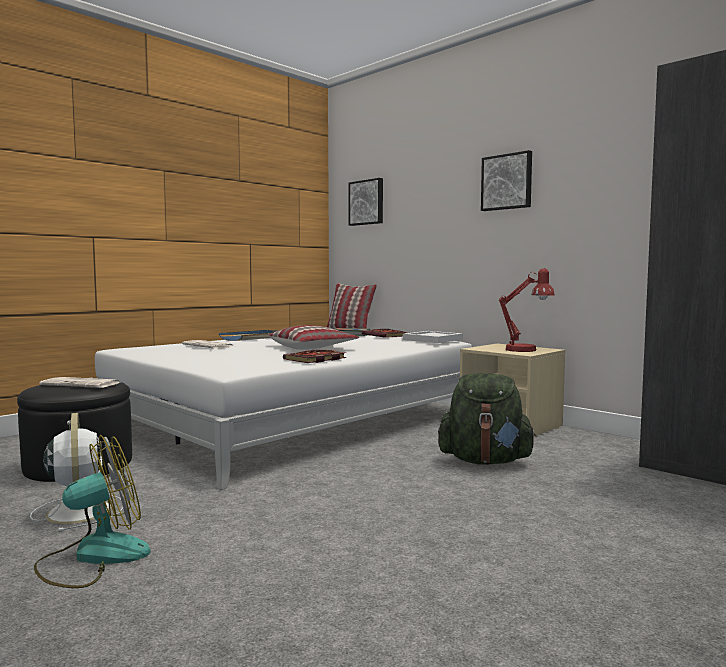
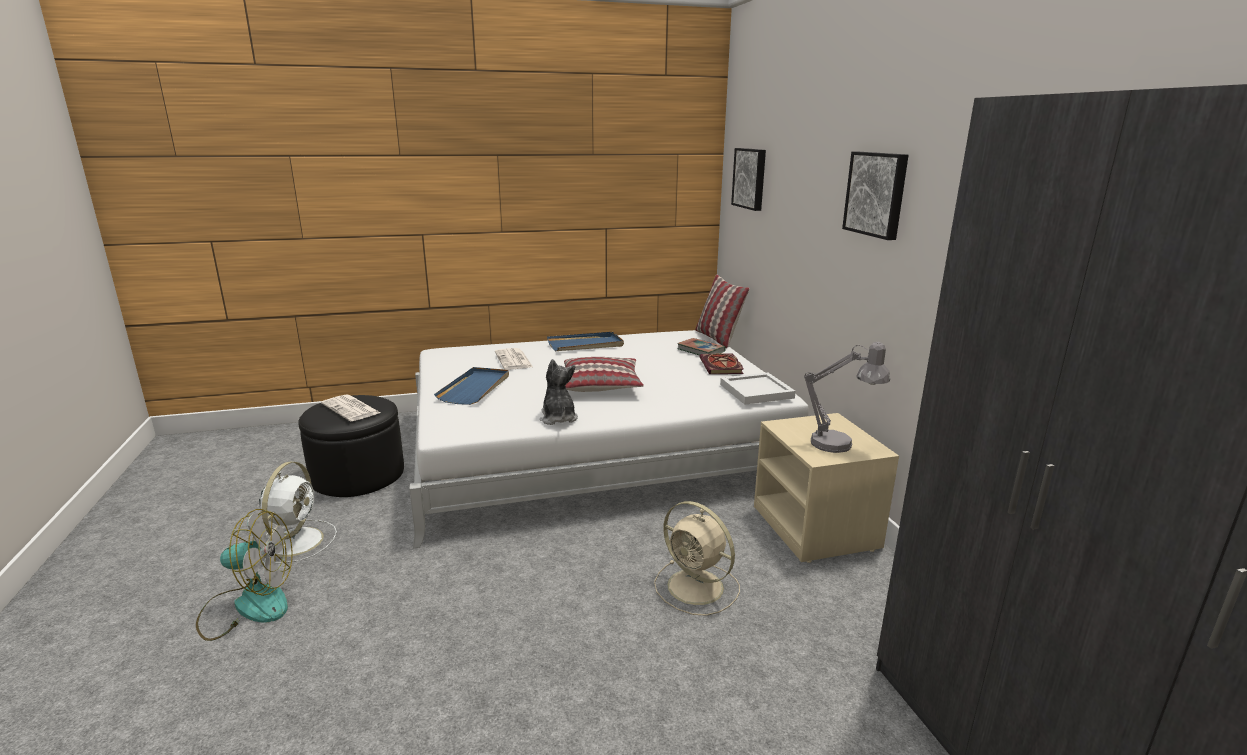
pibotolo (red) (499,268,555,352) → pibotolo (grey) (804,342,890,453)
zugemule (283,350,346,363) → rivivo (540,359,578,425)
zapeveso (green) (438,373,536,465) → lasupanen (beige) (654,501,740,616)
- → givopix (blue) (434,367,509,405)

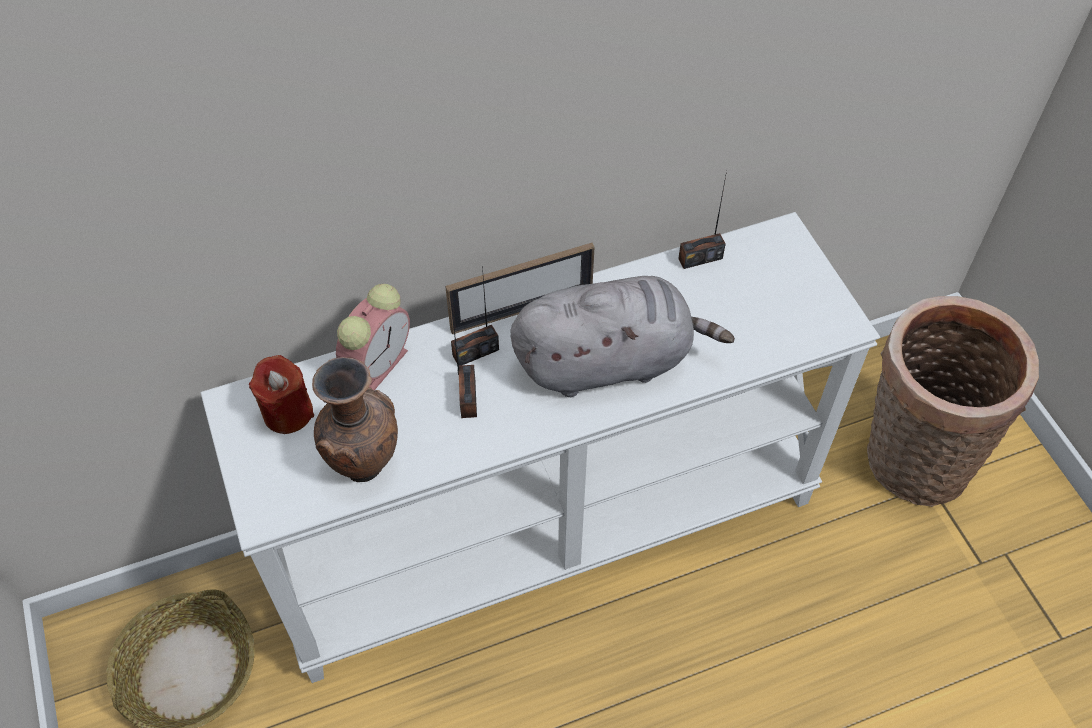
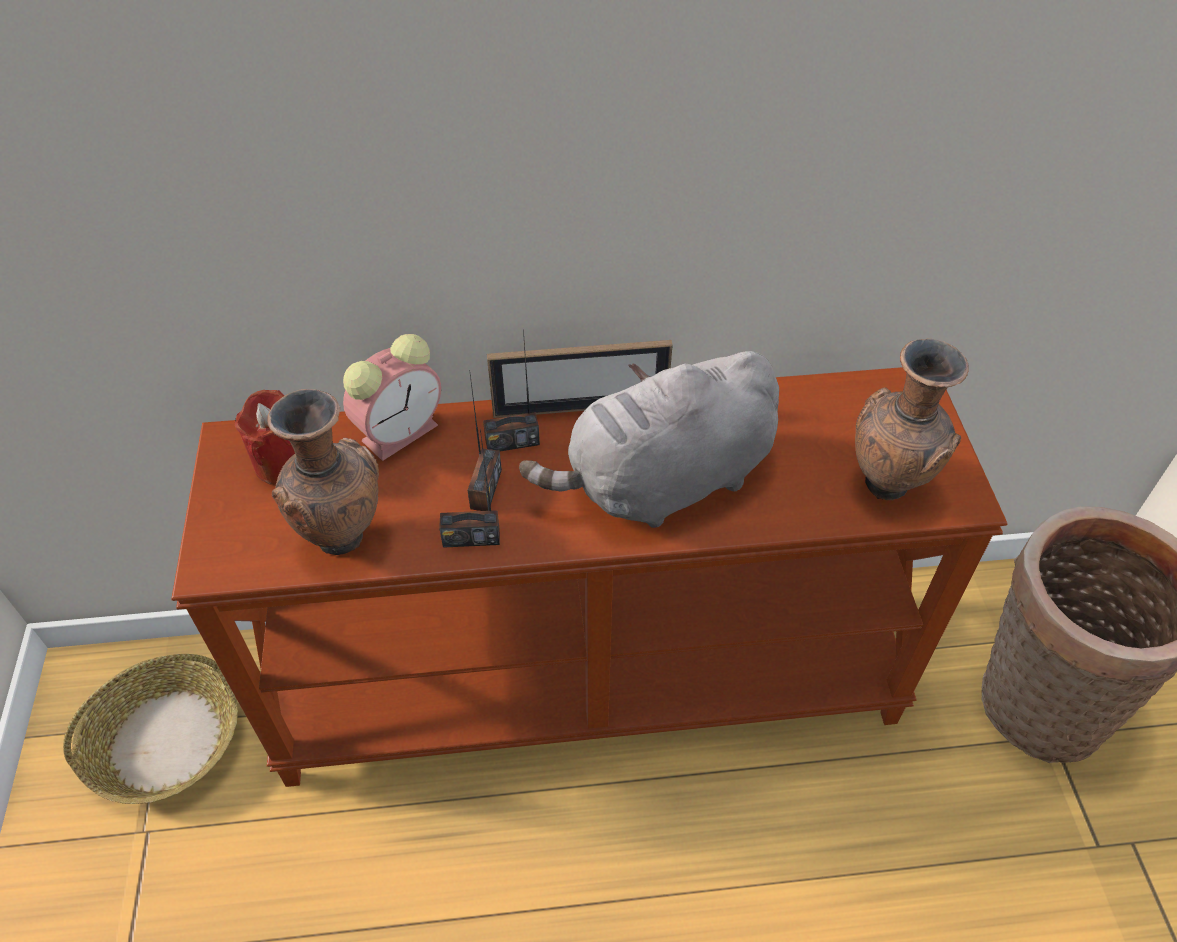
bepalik (678,171,727,269) → bepalik (439,429,500,548), move
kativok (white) (201,212,880,683) → kativok (brown) (171,367,1008,787)
rivivo (grey) (510,276,735,397) → rivivo (grey) (519,351,779,528), 150 degrees clockwise
- → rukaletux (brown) (855,338,969,501)

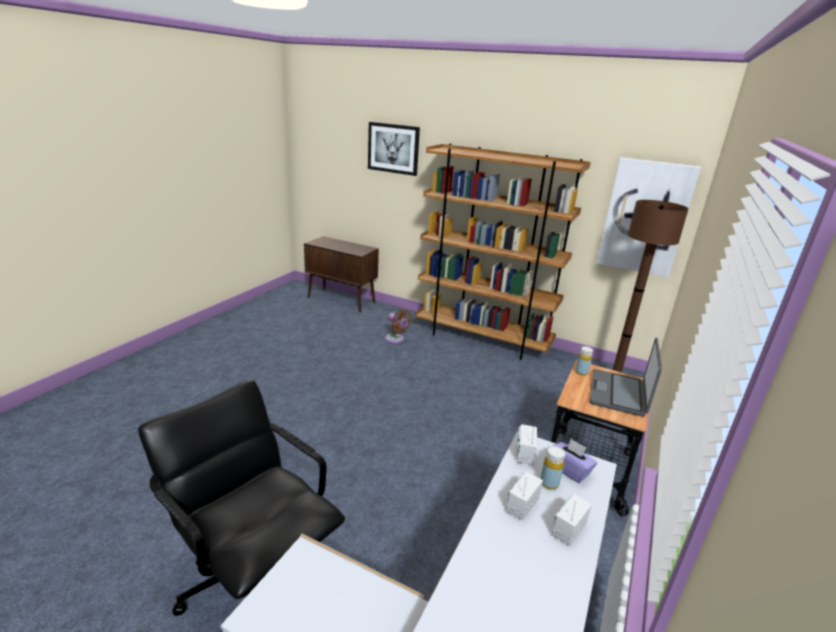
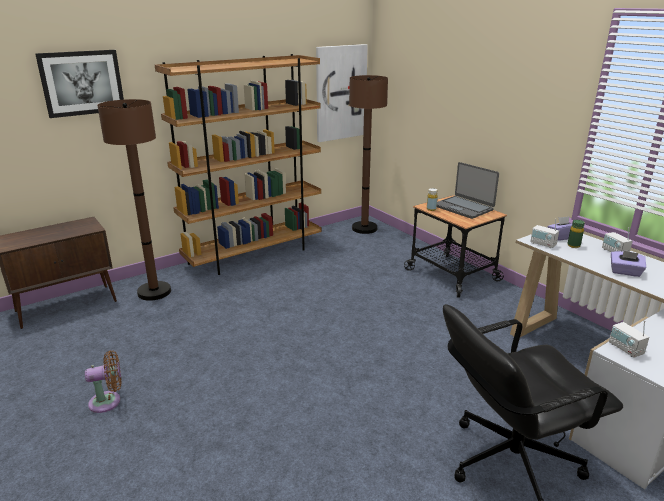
lasupanen (brown) (385,309,412,343) → lasupanen (brown) (85,350,121,413), move
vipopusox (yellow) (540,446,565,490) → vipopusox (green) (568,220,585,248)
bepalik (506,472,543,520) → bepalik (609,320,649,357), move
- → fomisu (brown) (97,99,171,301)
- → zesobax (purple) (611,251,646,277)

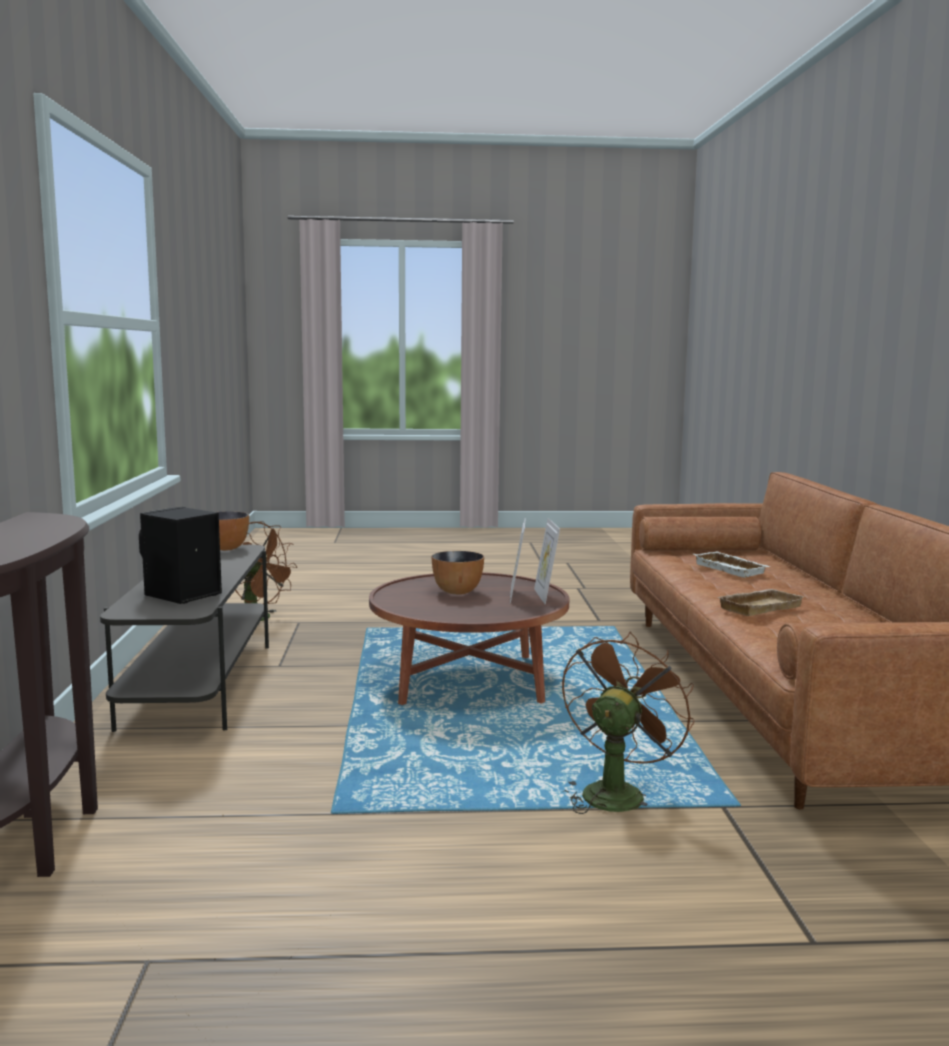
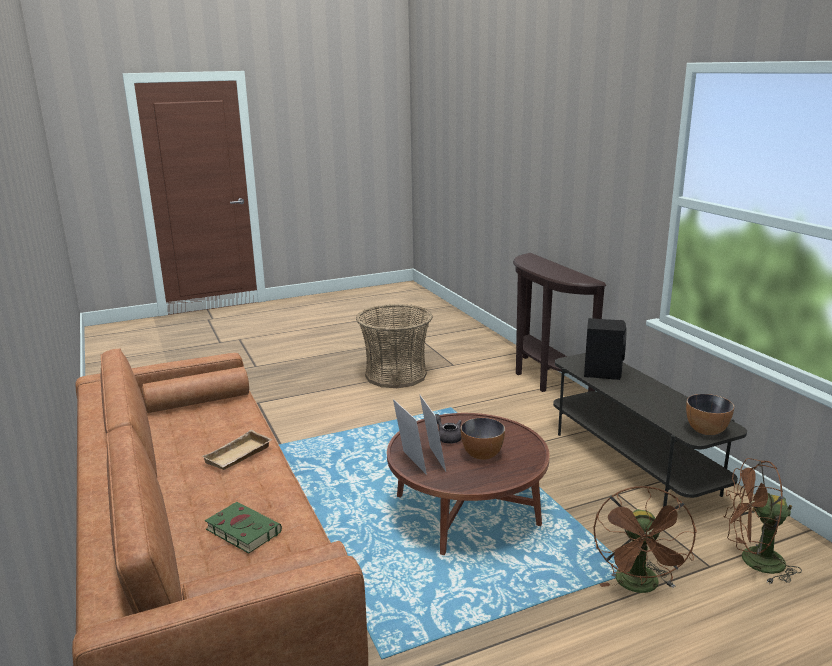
givopix (white) (694,551,771,578) → zugemule (green) (205,502,282,554)
lasupanen (brown) (562,632,694,814) → lasupanen (brown) (593,486,697,593), move
- → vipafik (356,304,433,388)
- → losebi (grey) (435,414,462,444)

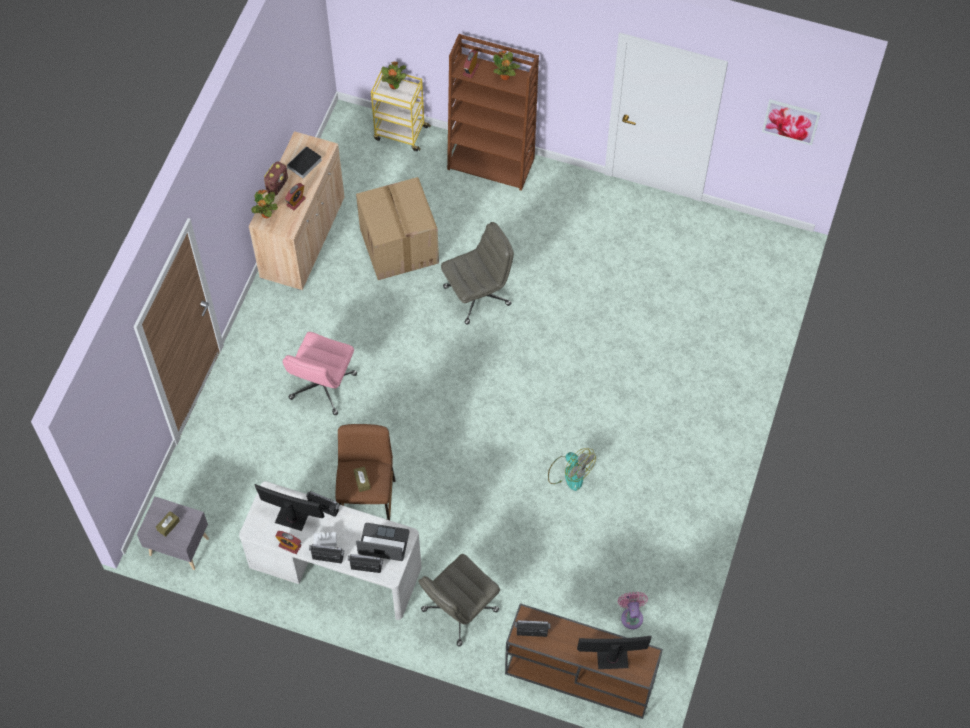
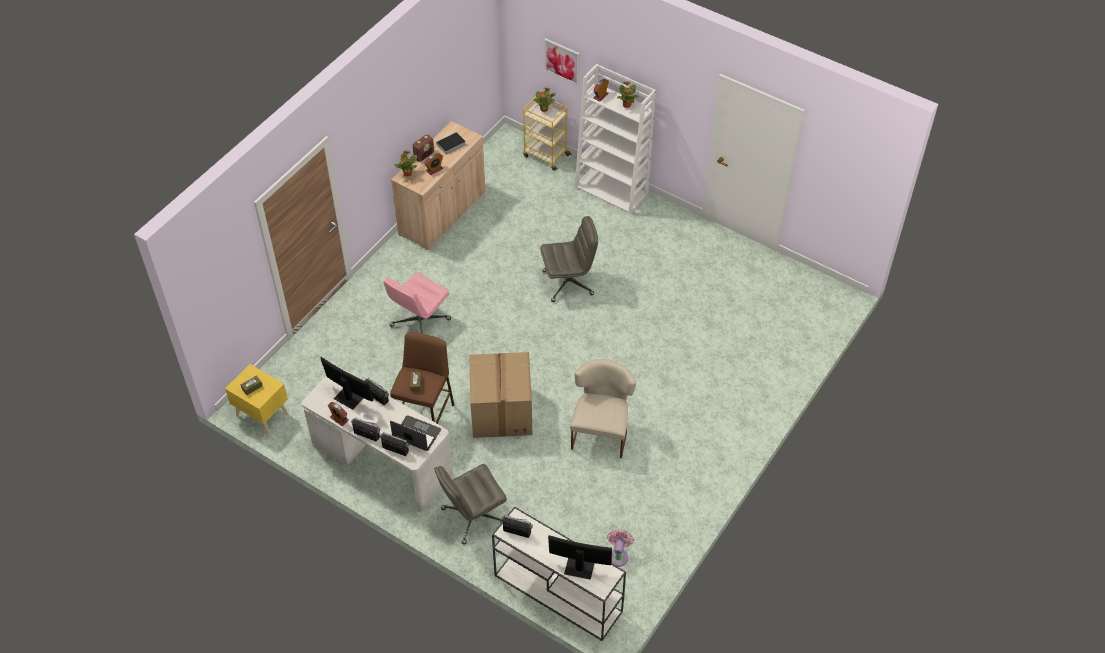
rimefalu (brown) (447,34,539,191) → rimefalu (white) (575,64,656,215)
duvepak (762,99,821,145) → duvepak (544,38,580,85), move
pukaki (356,177,439,280) → pukaki (469,352,532,438), move
lasupanen (548,448,596,491) → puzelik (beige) (570,359,636,458)
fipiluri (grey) (137,497,209,570) → fipiluri (yellow) (225,364,288,435)
kativok (brown) (505,603,663,719) → kativok (white) (492,506,626,641)

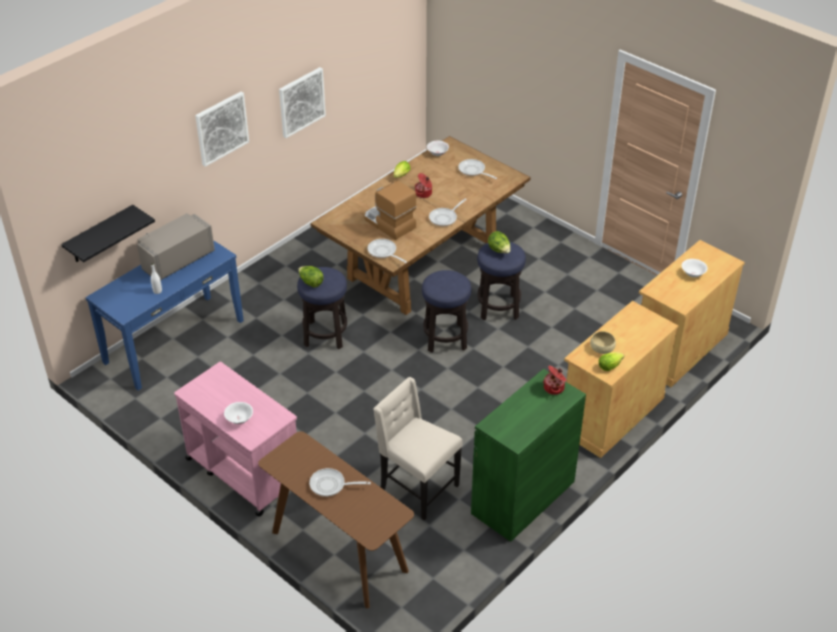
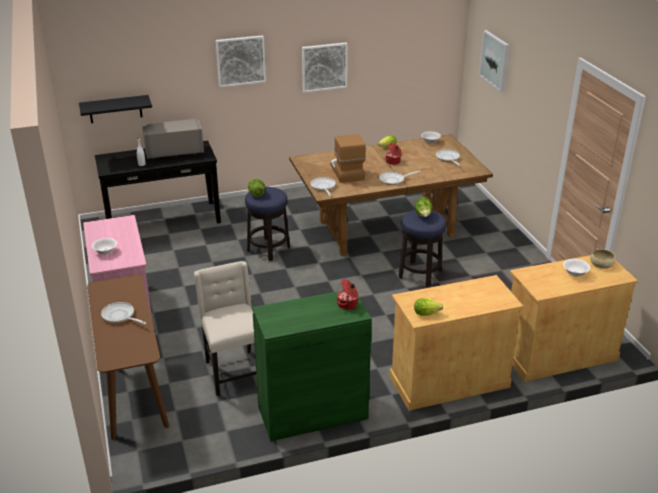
kativok (blue) (85,240,244,390) → kativok (black) (95,141,221,224)
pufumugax (422,270,471,353) → -
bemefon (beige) (590,331,616,354) → bemefon (beige) (590,249,615,269), move
- → duvepak (479,30,509,92)

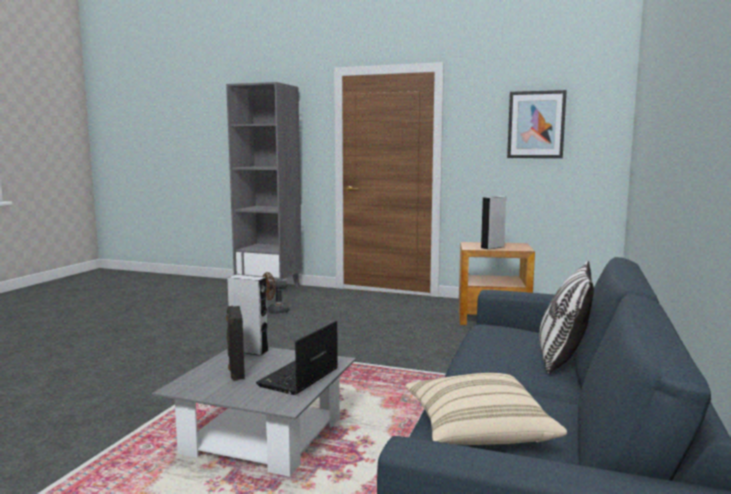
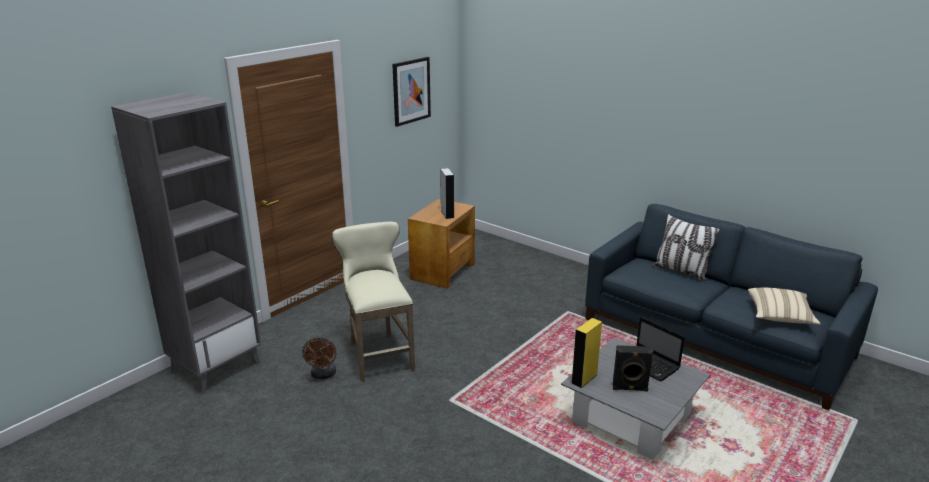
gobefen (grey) (227,275,268,356) → gobefen (yellow) (571,318,602,388)
- → pufumugax (beige) (332,222,415,382)

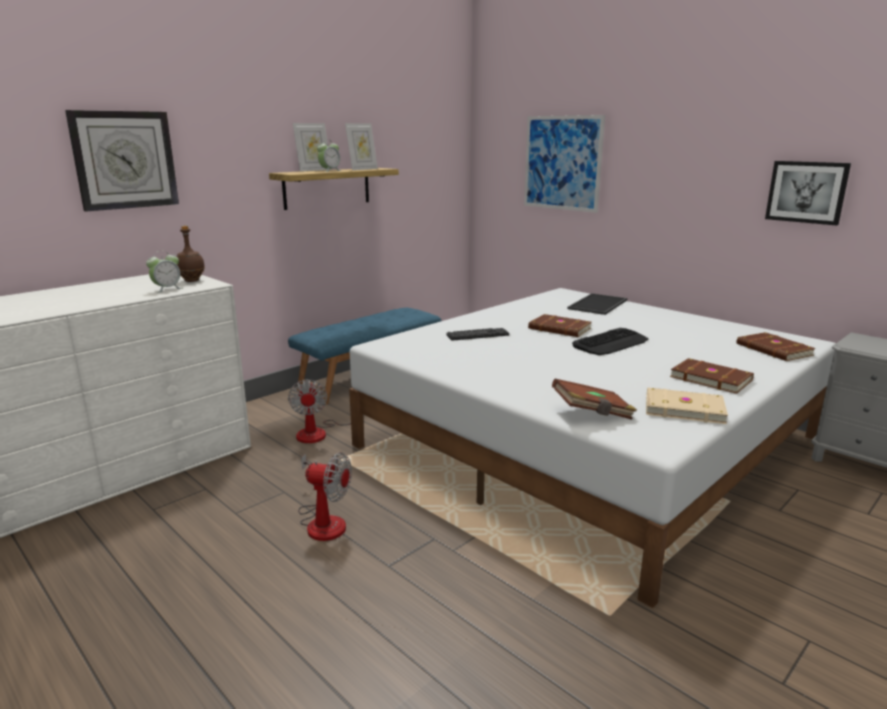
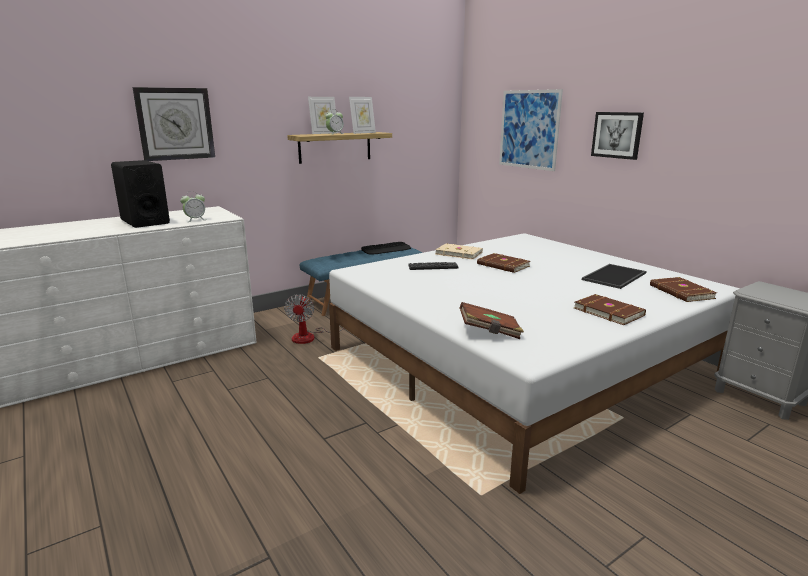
duvepak (765,161,851,226) → duvepak (591,112,644,160), move
vipopusox (brown) (177,226,205,282) → -
givopix (567,293,628,315) → givopix (582,264,646,289), move
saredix (572,328,649,355) → saredix (361,242,411,255), move
zugemule (beige) (646,387,728,424) → zugemule (beige) (435,244,483,260), move
lasupanen (298,452,352,541) → -
- → gobefen (black) (111,160,170,228)

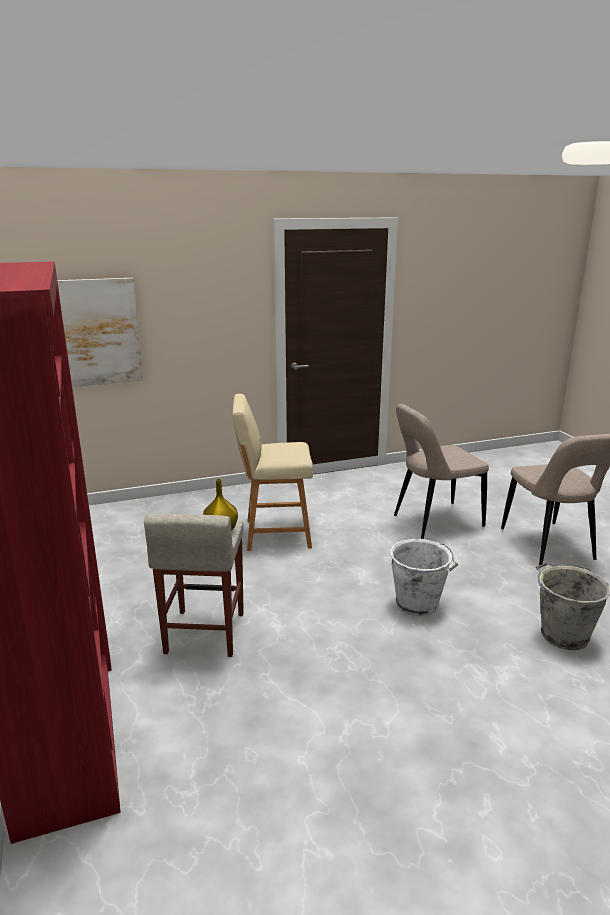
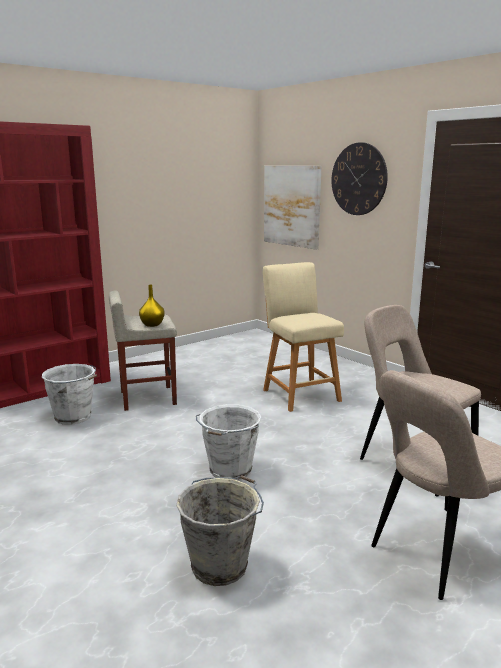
- → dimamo (332,142,388,215)
- → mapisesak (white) (42,364,97,425)

